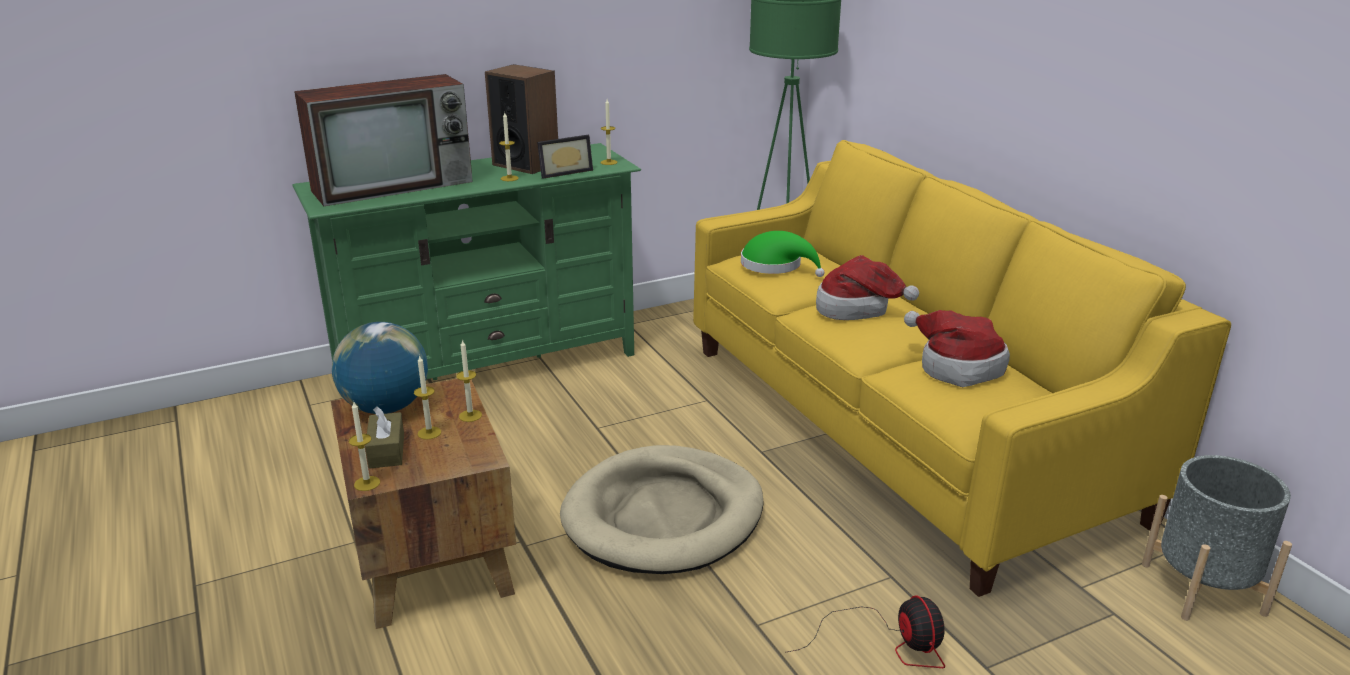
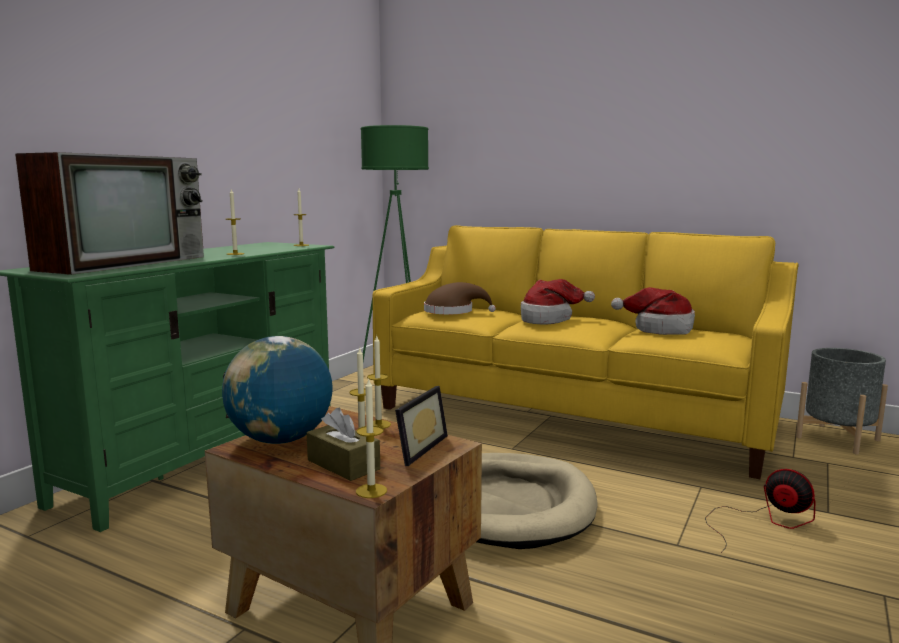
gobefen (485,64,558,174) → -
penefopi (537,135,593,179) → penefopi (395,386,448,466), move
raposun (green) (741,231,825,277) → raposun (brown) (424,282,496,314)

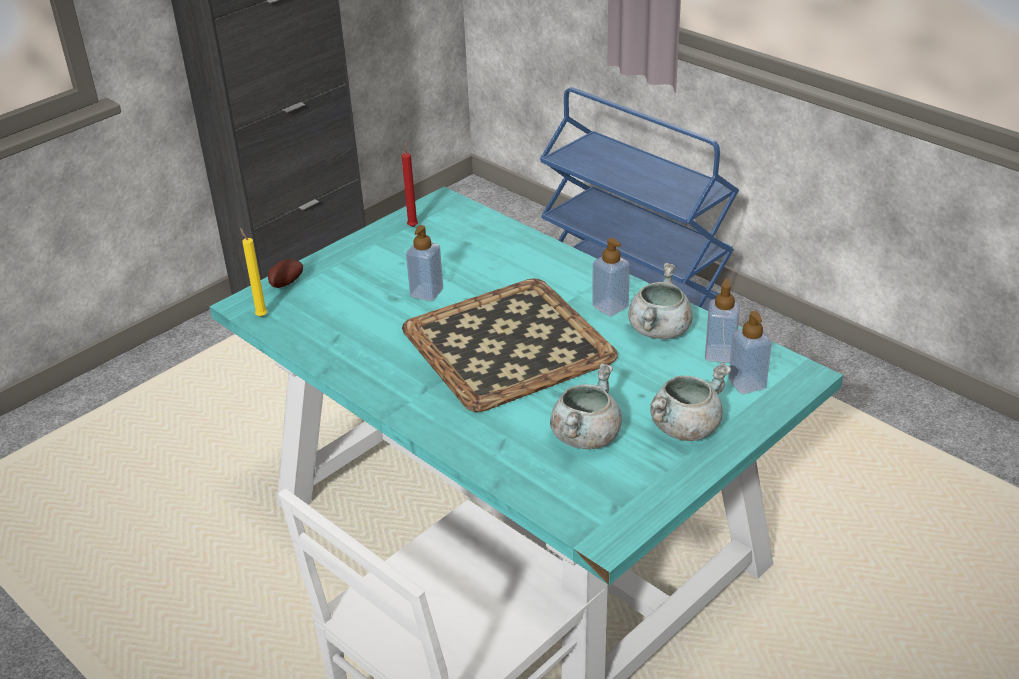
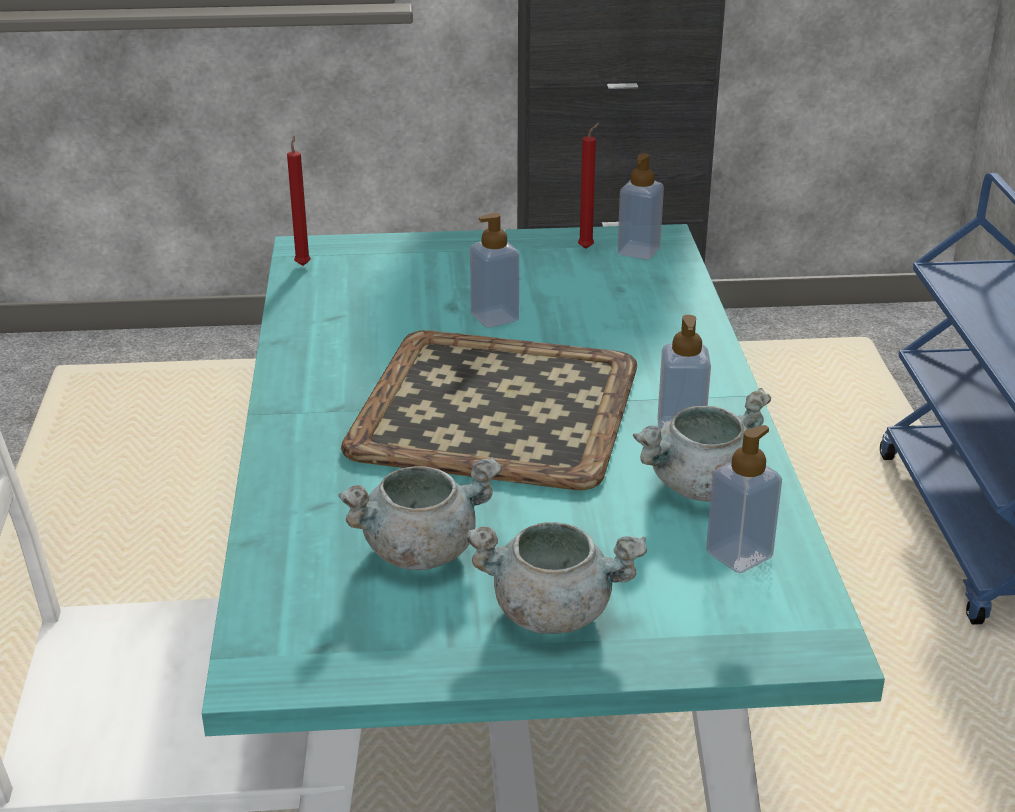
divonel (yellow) (240,228,268,317) → divonel (red) (287,135,311,266)
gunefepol (268,259,303,288) → -
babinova (728,311,772,394) → babinova (617,153,664,260), move

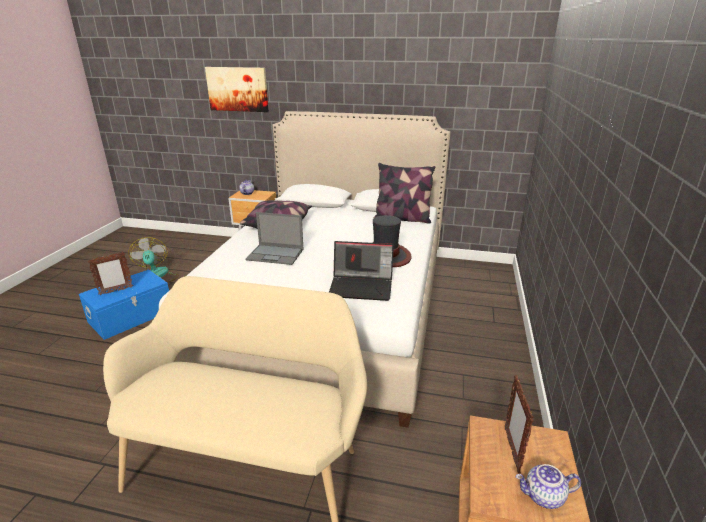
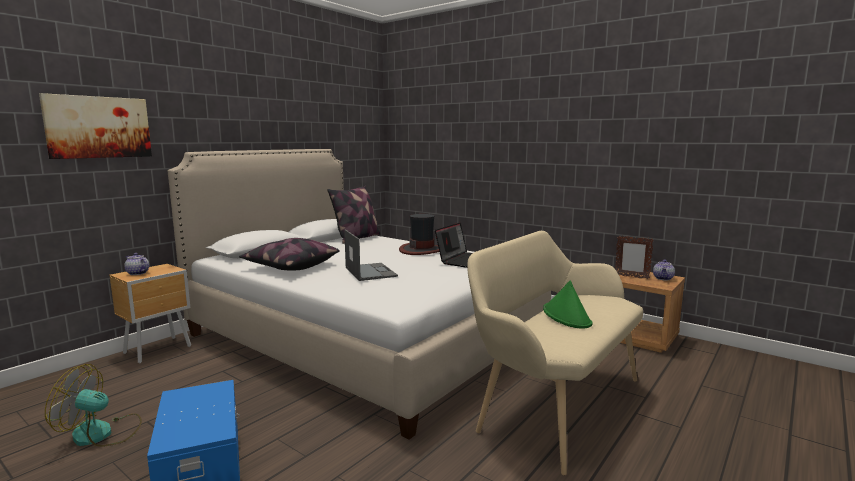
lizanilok (246,212,304,265) → lizanilok (344,229,398,281), 60 degrees counterclockwise
penefopi (88,252,133,295) → -
- → raposun (green) (543,281,593,329)

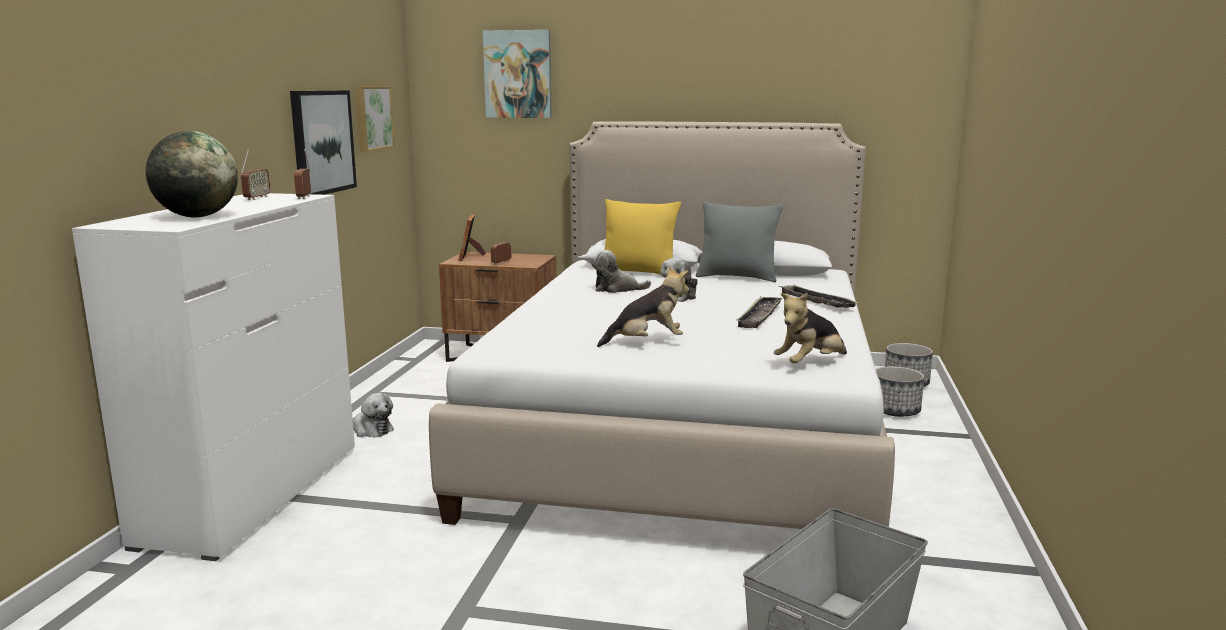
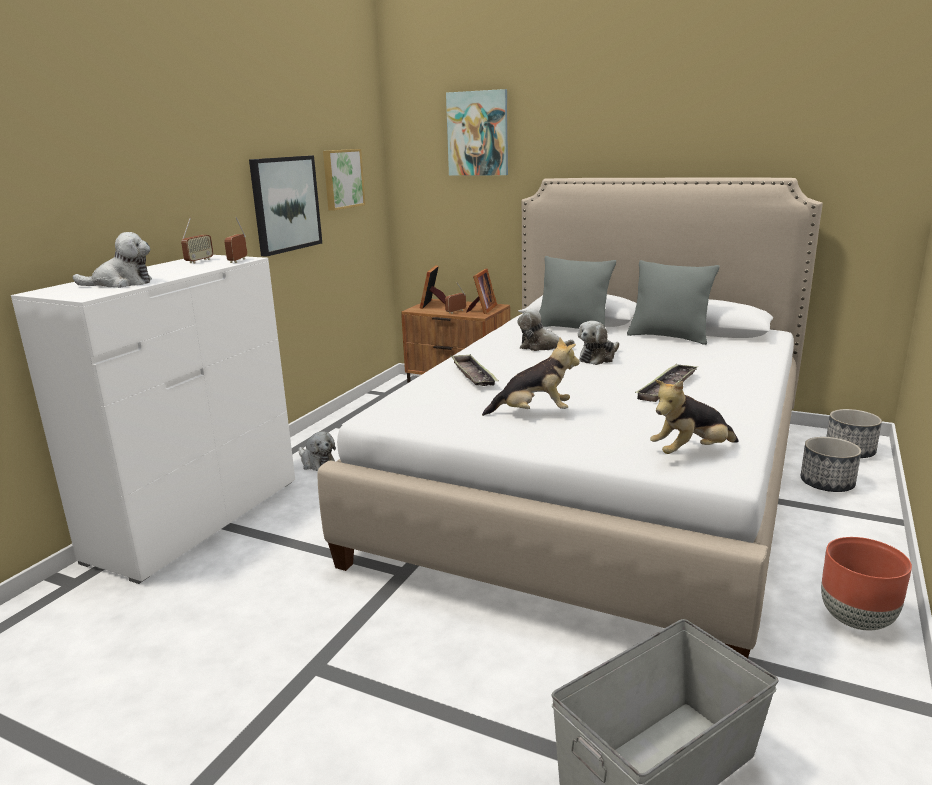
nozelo (146,131,238,218) → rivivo (73,232,152,288)
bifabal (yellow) (605,199,681,275) → bifabal (grey) (539,256,616,329)
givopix (779,285,858,308) → givopix (450,354,499,386), move
- → penefopi (466,269,497,314)
- → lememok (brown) (821,537,912,630)

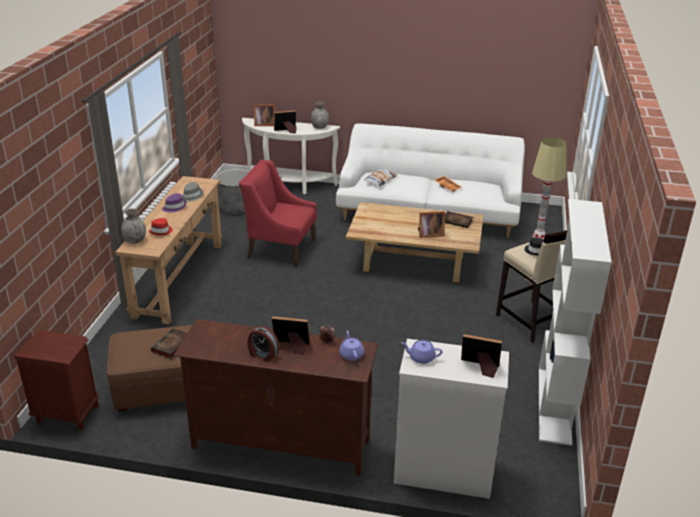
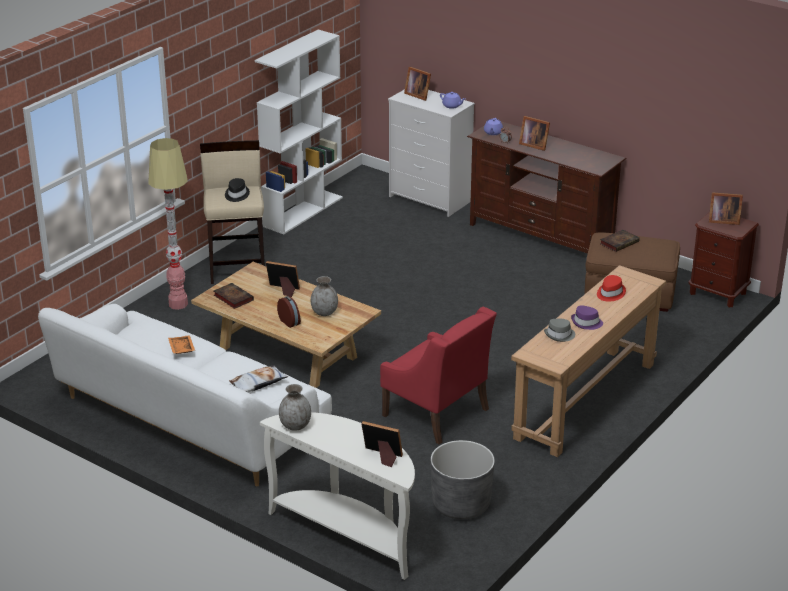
penefopi (274,110,297,133) → penefopi (709,192,743,225), move
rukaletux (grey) (121,208,146,244) → rukaletux (grey) (311,276,338,316), move
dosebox (247,326,280,362) → dosebox (277,296,301,328), move

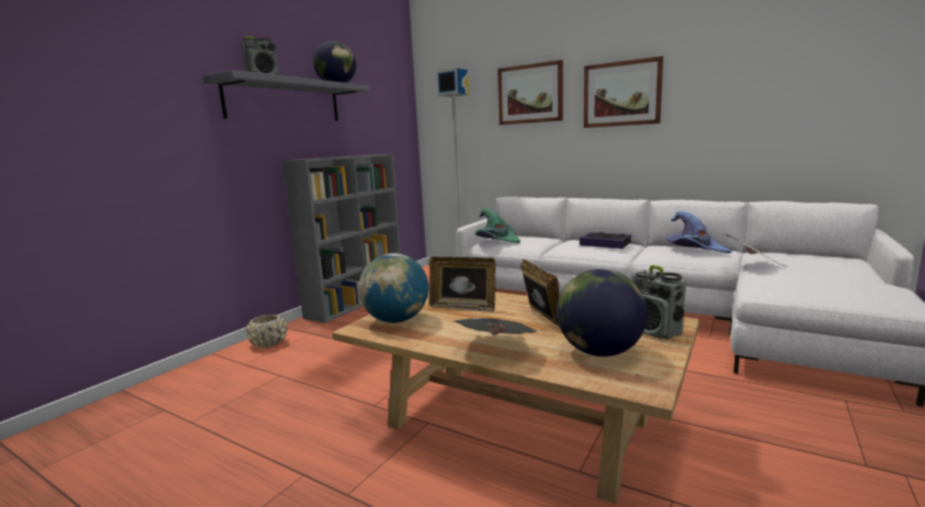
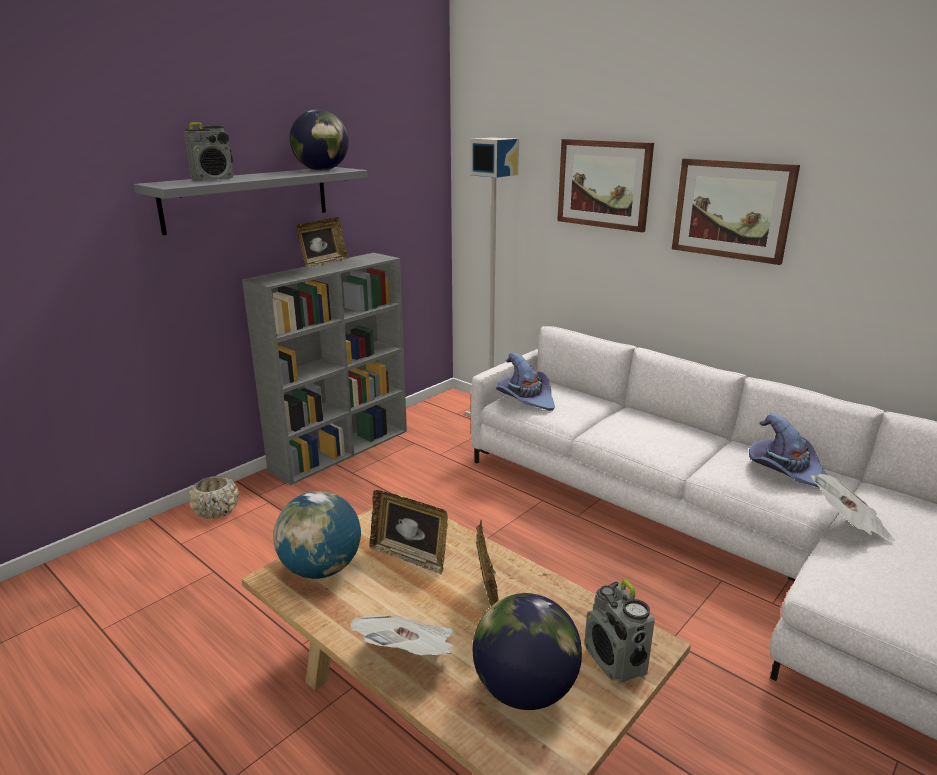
raposun (green) (475,208,521,243) → raposun (purple) (496,352,555,410)
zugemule (579,232,632,249) → -
- → penefopi (296,217,349,268)

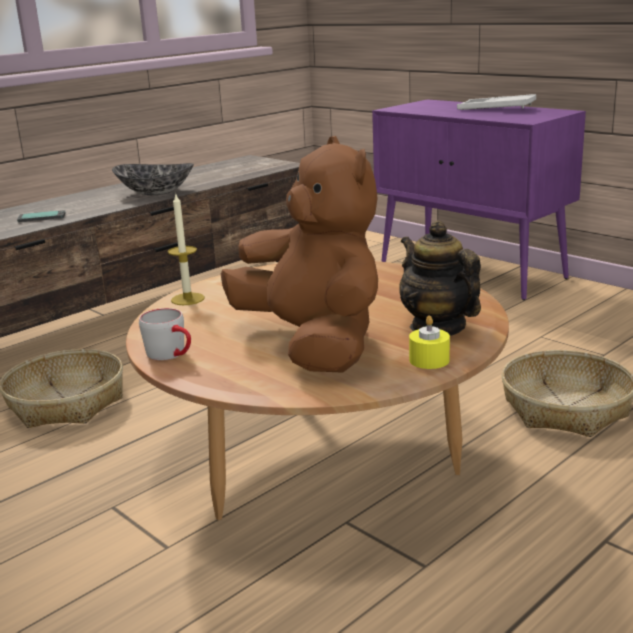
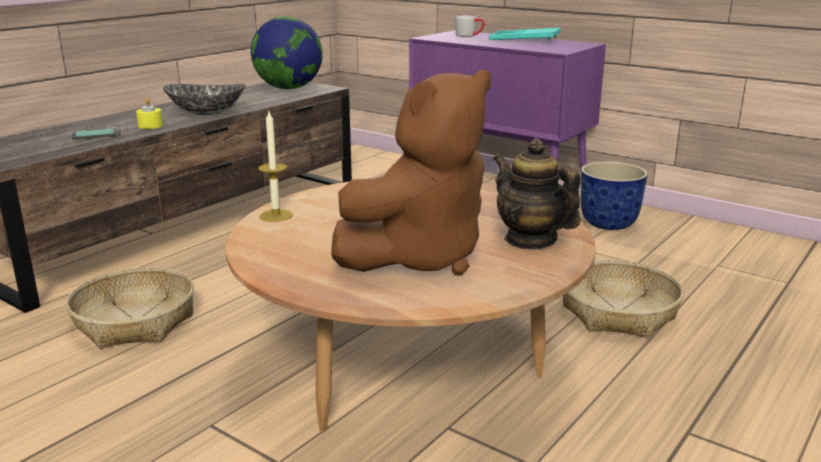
givopix (white) (457,94,536,110) → givopix (turquoise) (489,28,561,40)
rivivo (brown) (221,136,378,373) → rivivo (brown) (331,70,491,276), 90 degrees clockwise
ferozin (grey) (139,308,191,360) → ferozin (grey) (455,14,485,37), move
divonel (yellow) (409,315,450,369) → divonel (yellow) (136,98,163,129), move
- → nozelo (251,16,323,89)
- → lememok (581,162,648,230)

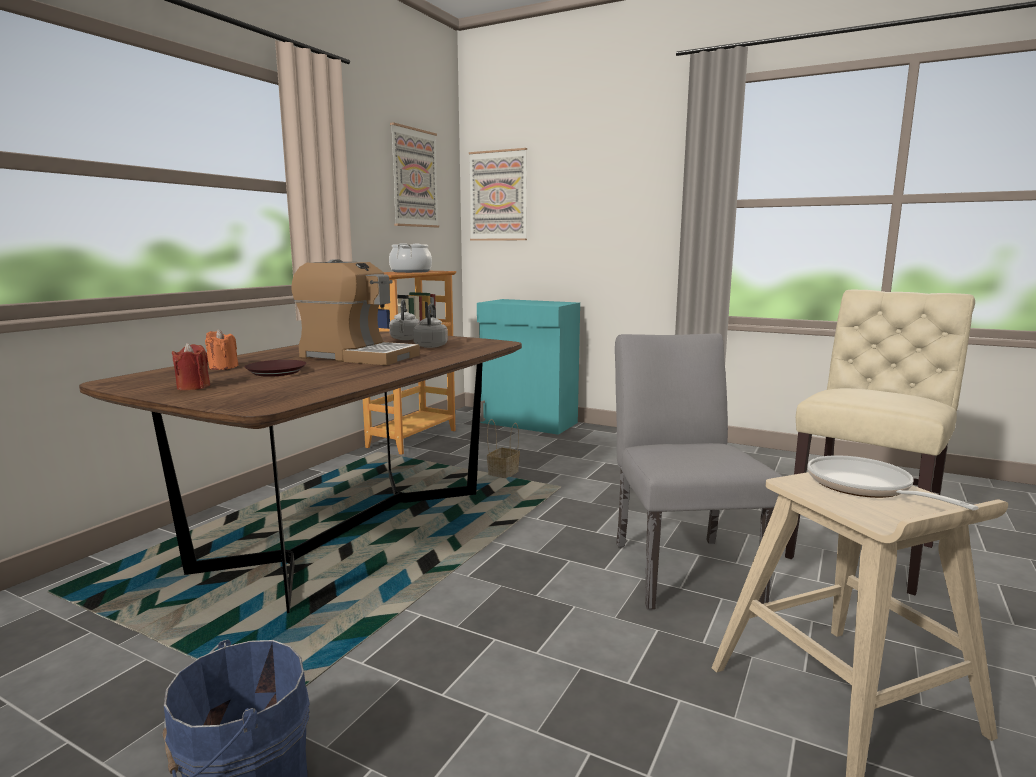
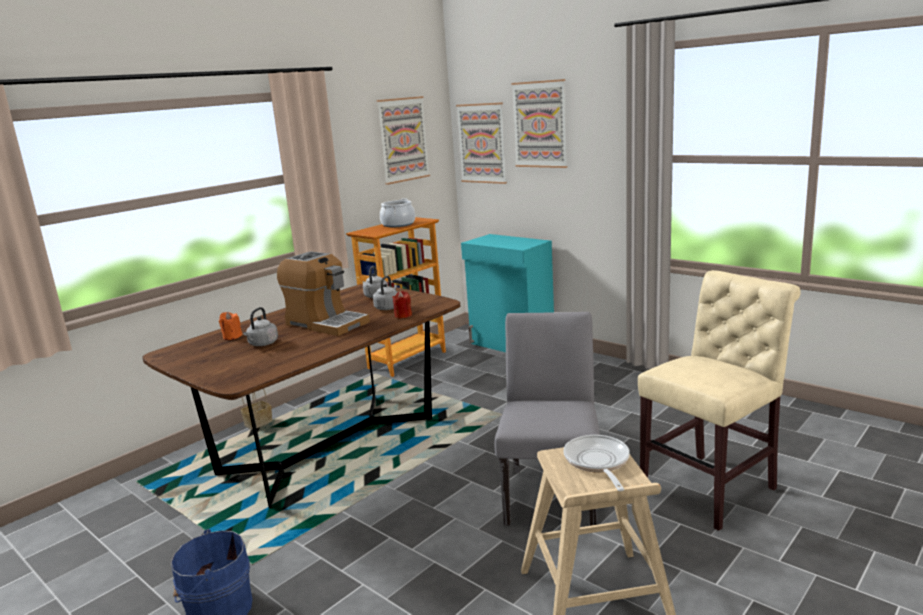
divonel (red) (172,343,210,390) → divonel (red) (392,291,412,318), move
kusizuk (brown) (245,360,306,377) → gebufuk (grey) (243,307,278,346)
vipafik (487,419,520,478) → vipafik (241,389,273,429), move
- → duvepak (512,79,567,168)

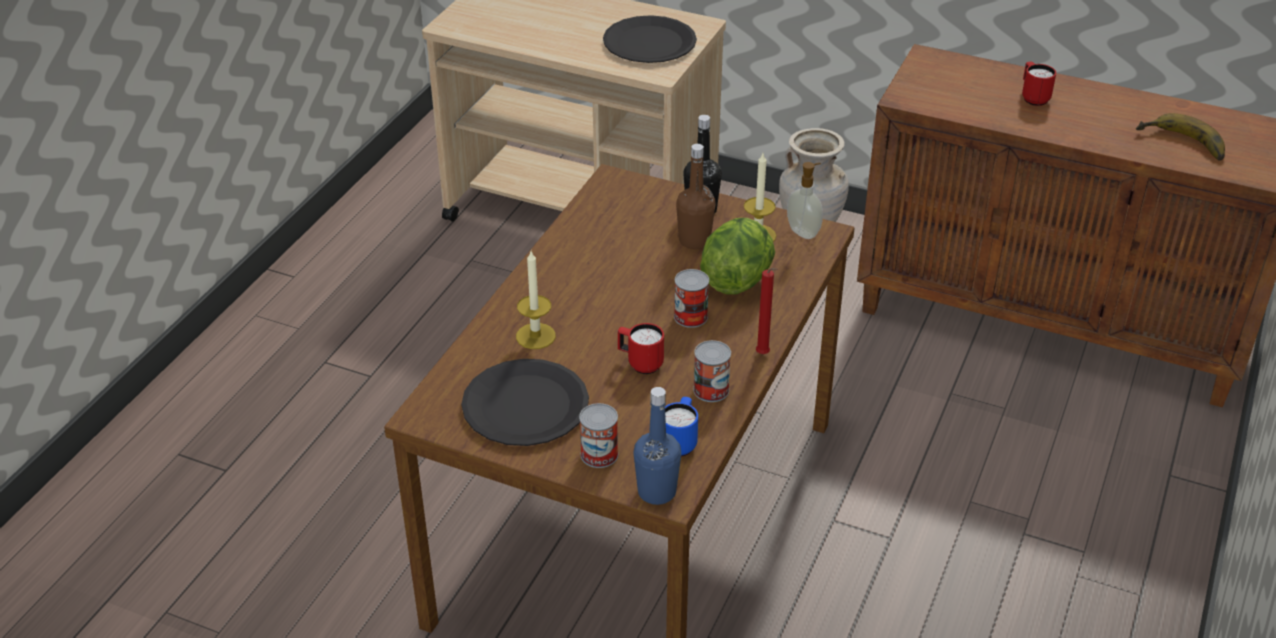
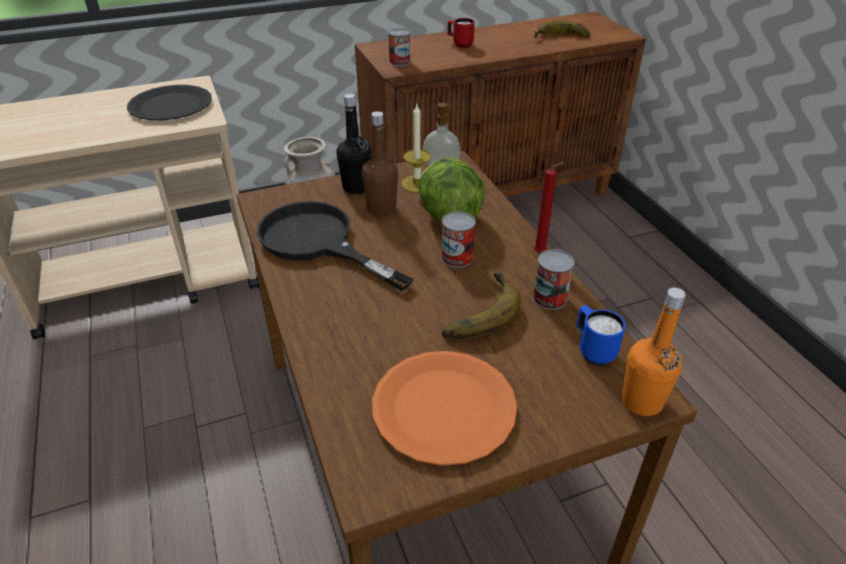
divonel (516,251,556,349) → -
ferozin (red) (618,323,664,374) → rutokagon (442,272,521,339)
kusizuk (black) (461,359,589,446) → kusizuk (orange) (372,351,517,466)
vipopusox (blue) (633,387,681,505) → vipopusox (orange) (622,288,686,416)
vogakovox (579,403,618,468) → vogakovox (388,28,410,66), move
- → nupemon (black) (256,201,414,291)

